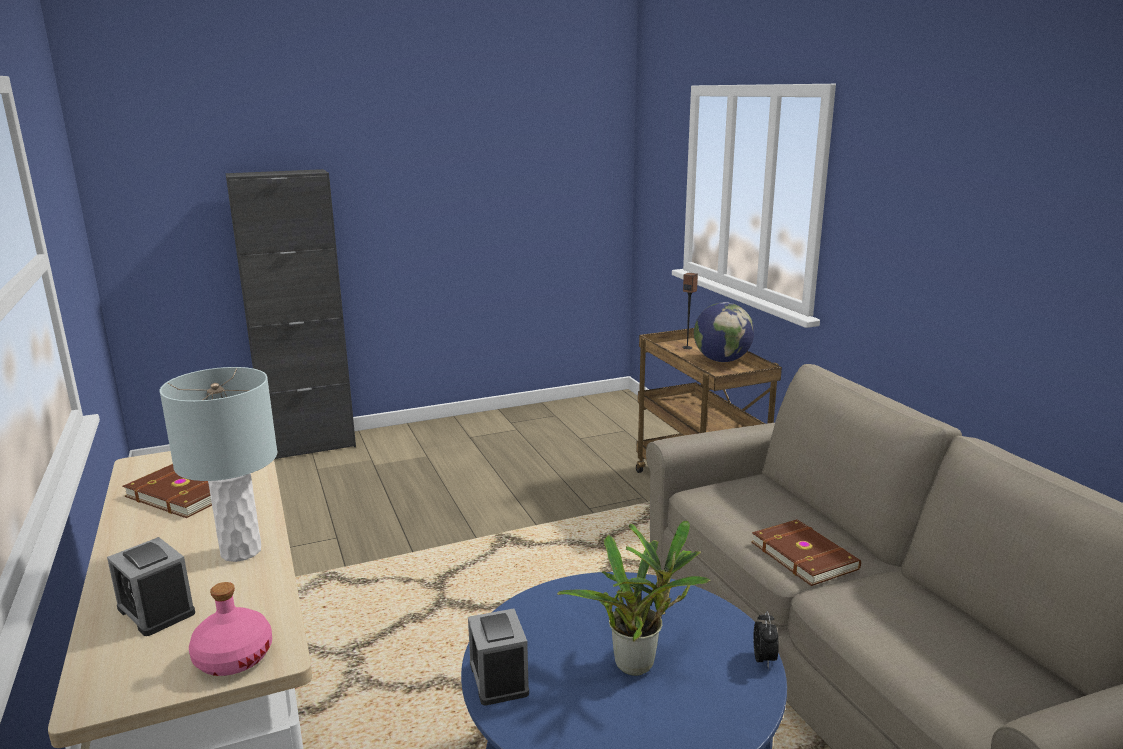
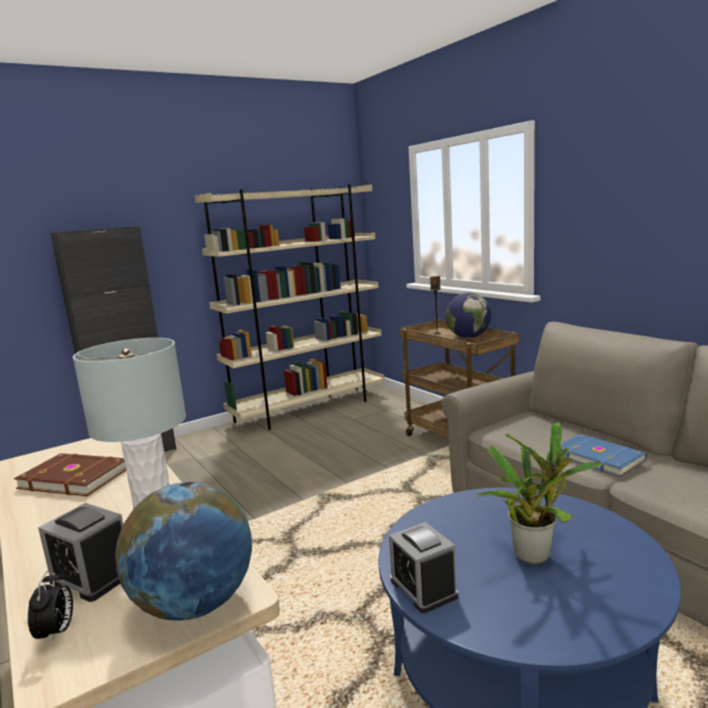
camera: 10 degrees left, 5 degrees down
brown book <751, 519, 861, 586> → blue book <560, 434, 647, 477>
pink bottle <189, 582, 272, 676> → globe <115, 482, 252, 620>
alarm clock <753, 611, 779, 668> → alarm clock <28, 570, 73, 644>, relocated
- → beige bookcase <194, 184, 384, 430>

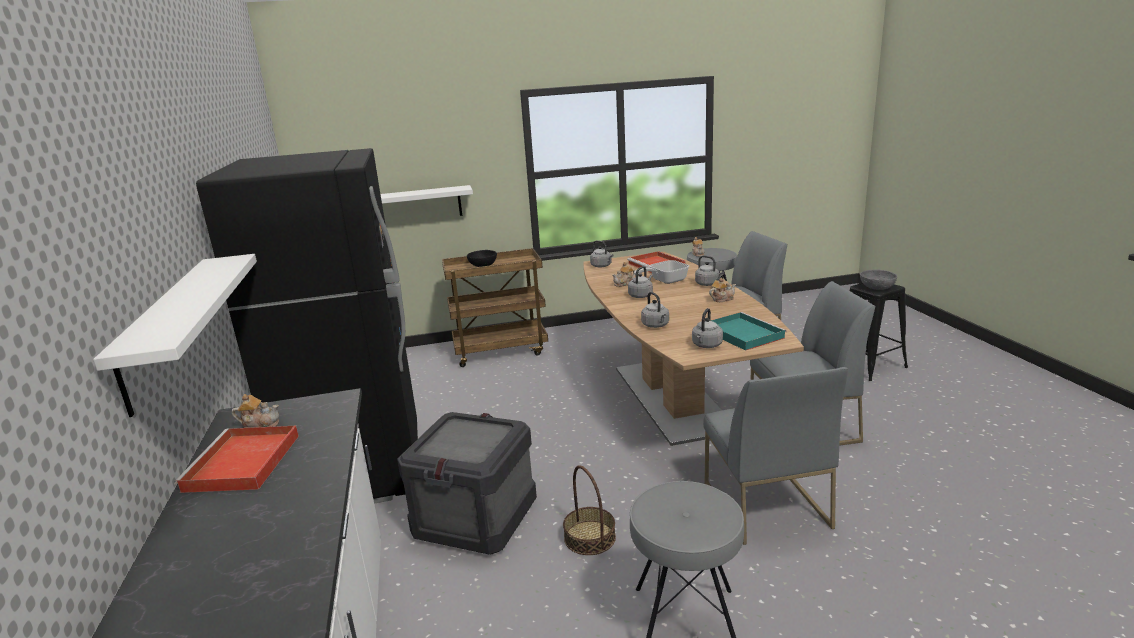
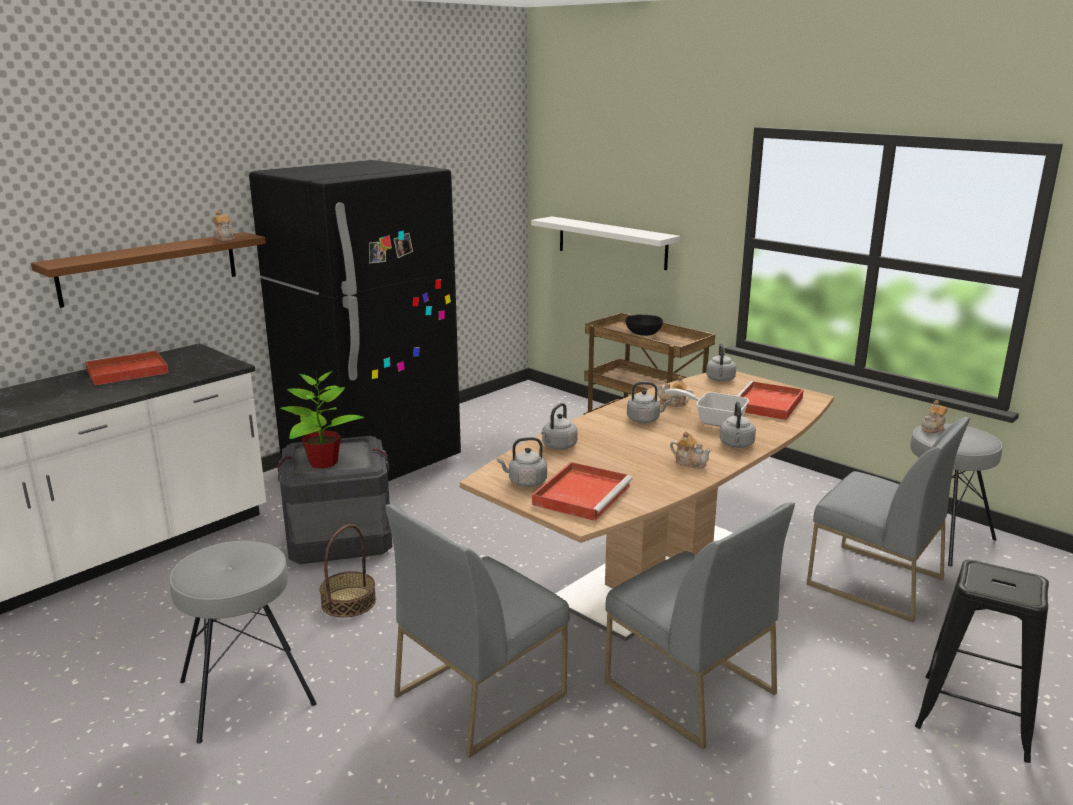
camera: 55 degrees right, 0 degrees up
white shelf <93, 254, 257, 417> → brown shelf <31, 232, 266, 308>
grey bowl <860, 270, 897, 290> → -
turquoise tray <711, 312, 787, 351> → red tray <532, 462, 633, 521>
teapot <232, 394, 279, 428> → teapot <213, 211, 235, 241>, relocated
- → potted plant <280, 370, 364, 469>

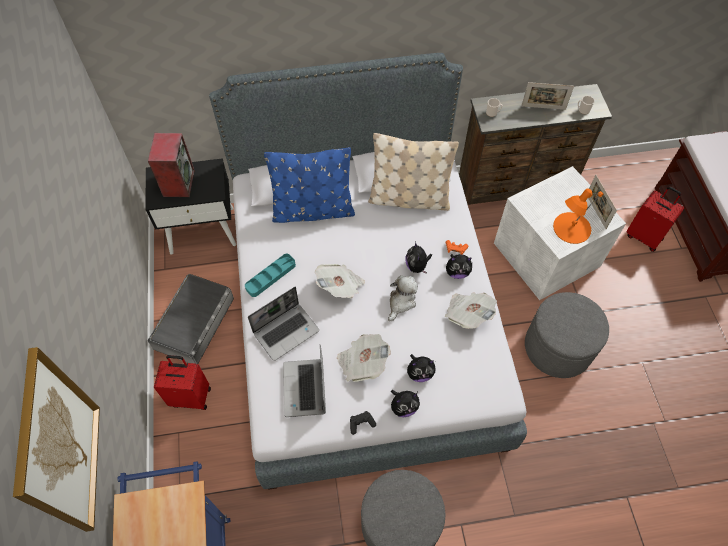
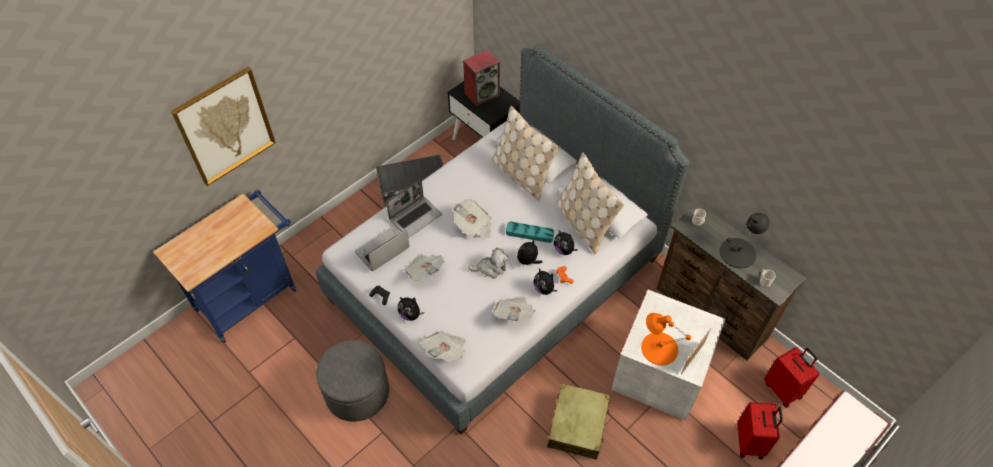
camera: 55 degrees right, 5 degrees down
picture frame <522, 82, 574, 110> → black table lamp <720, 213, 770, 268>
blue pillow <264, 147, 355, 223> → beige pillow <492, 106, 559, 200>
turquoise tray <245, 254, 296, 297> → turquoise tray <506, 222, 554, 243>, relocated
laptop <248, 287, 319, 361> → laptop <386, 179, 442, 238>, 60 degrees counterclockwise
grey ottoman <525, 292, 609, 378> → beige suitcase <547, 383, 610, 459>
plush toy <407, 354, 435, 382> → plush toy <554, 230, 578, 255>, relocated
red suitcase <154, 355, 211, 410> → red suitcase <764, 347, 819, 408>, relocated
- → newspaper <421, 331, 466, 362>

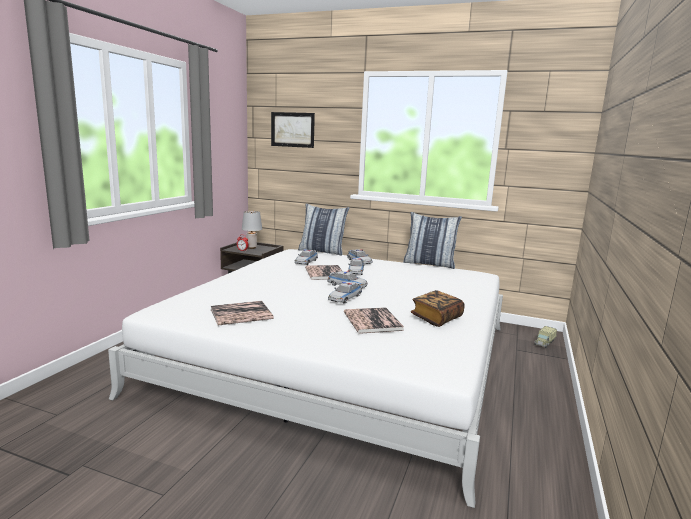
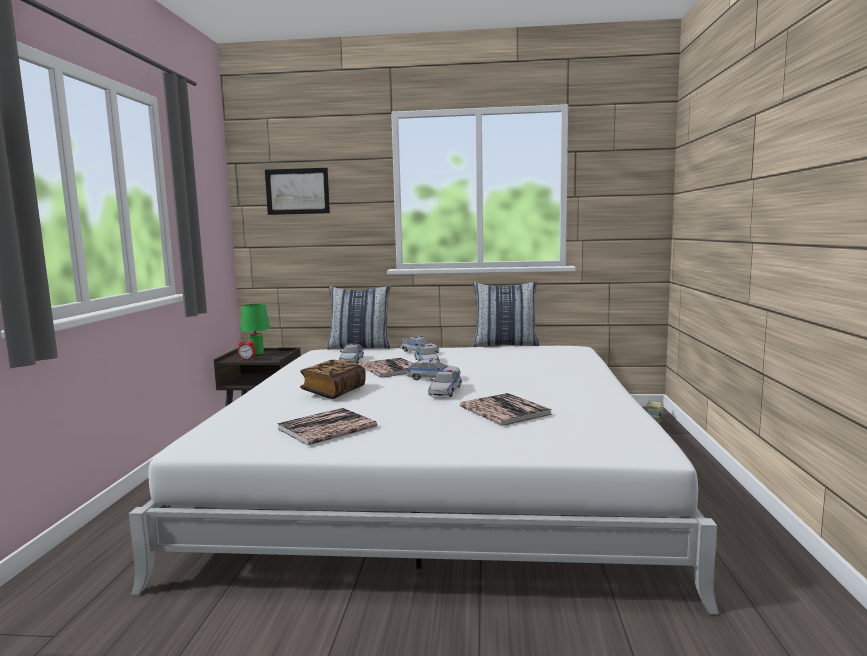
camera: 15 degrees left, 5 degrees down
grey table lamp <242, 211, 262, 249> → green table lamp <241, 304, 270, 356>
book <411, 290, 465, 327> → book <300, 360, 366, 399>, relocated

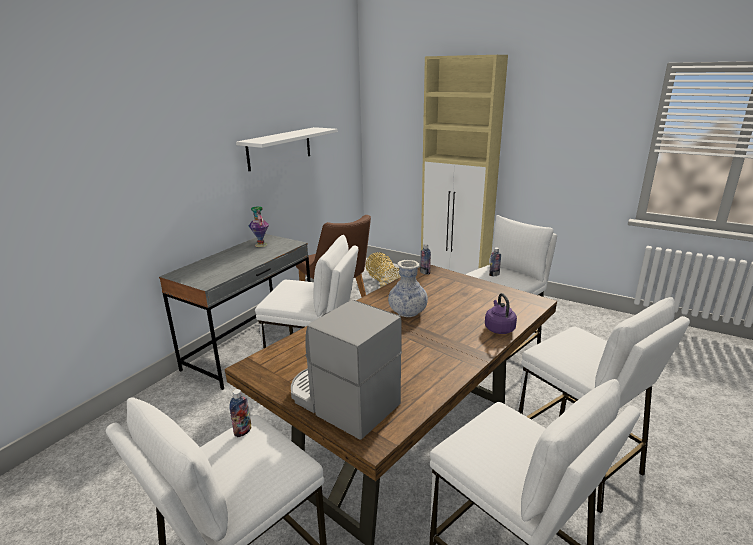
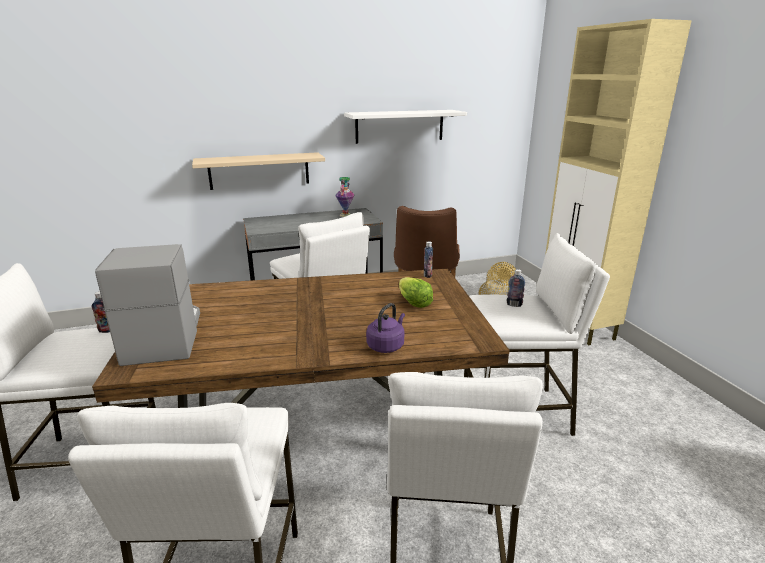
camera: 40 degrees right, 0 degrees up
vase <388, 260, 428, 317> → -
- → beige shelf <192, 152, 325, 190>
- → lettuce <399, 277, 433, 308>

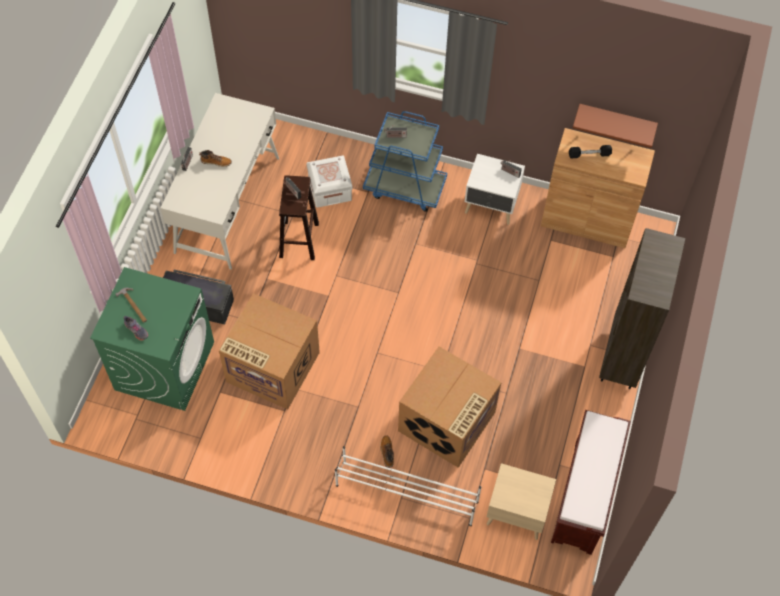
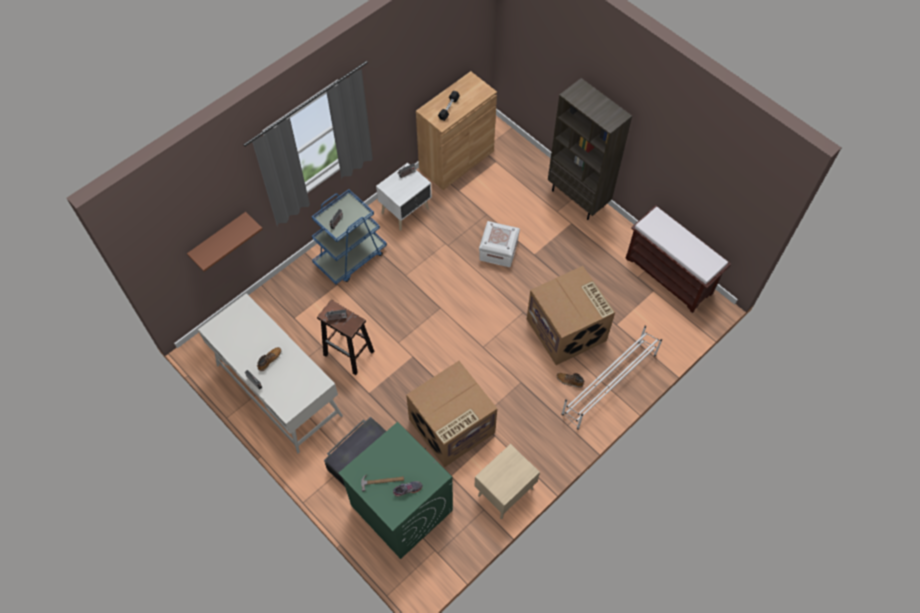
camera: 60 degrees left, 0 degrees up
brown shelf <573, 104, 658, 148> → brown shelf <187, 212, 263, 272>, relocated
white storage box <306, 156, 353, 208> → white storage box <479, 221, 520, 267>, relocated
beige nightstand <486, 463, 556, 540> → beige nightstand <475, 444, 540, 519>, relocated

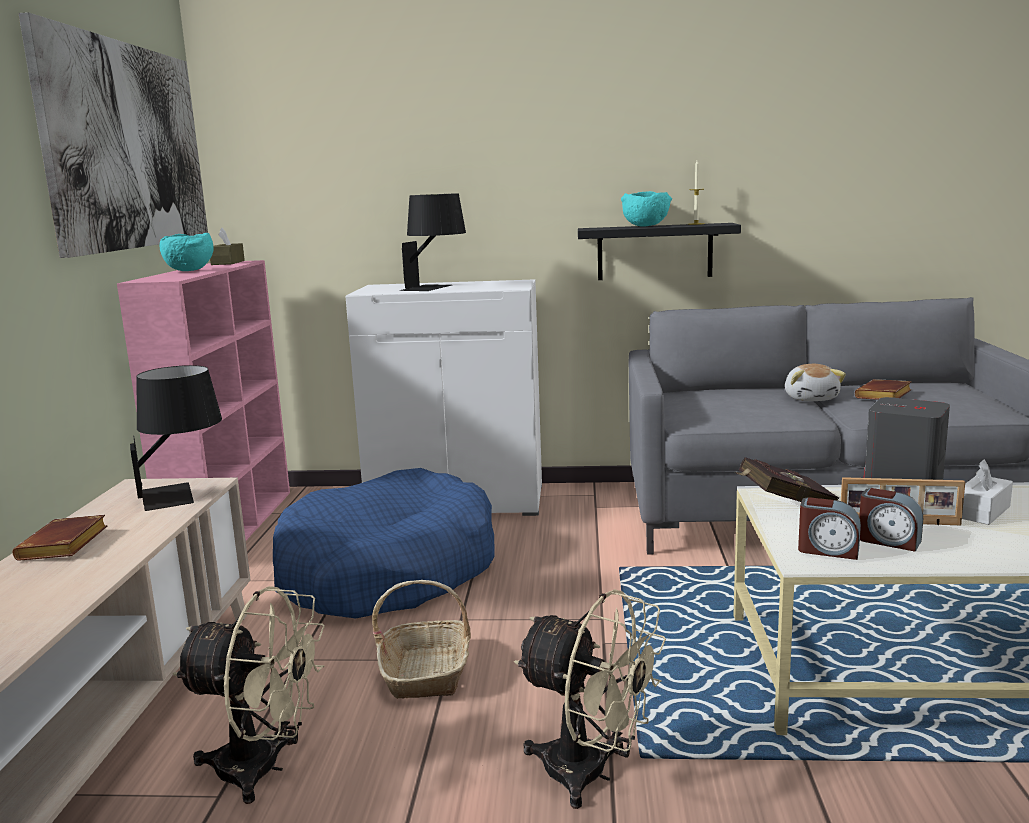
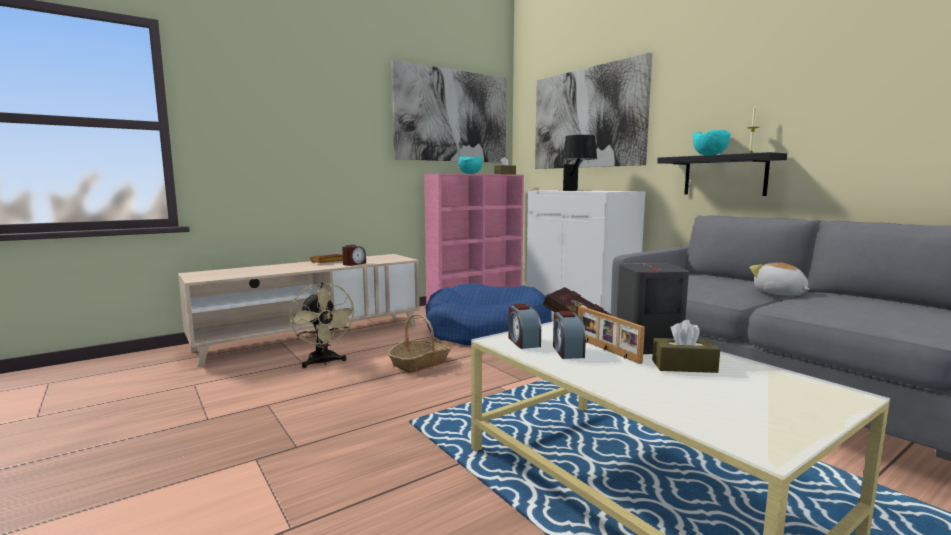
camera: 50 degrees right, 5 degrees down
plush toy <785, 364, 846, 401> → plush toy <750, 262, 810, 295>, 105 degrees clockwise
black table lamp <130, 365, 222, 511> → -
brown book <855, 379, 912, 400> → -
white tissue box <962, 459, 1013, 525> → brown tissue box <652, 320, 720, 373>
beige fan <514, 589, 666, 809> → -
- → picture <535, 53, 652, 169>
- → alarm clock <342, 245, 366, 266>

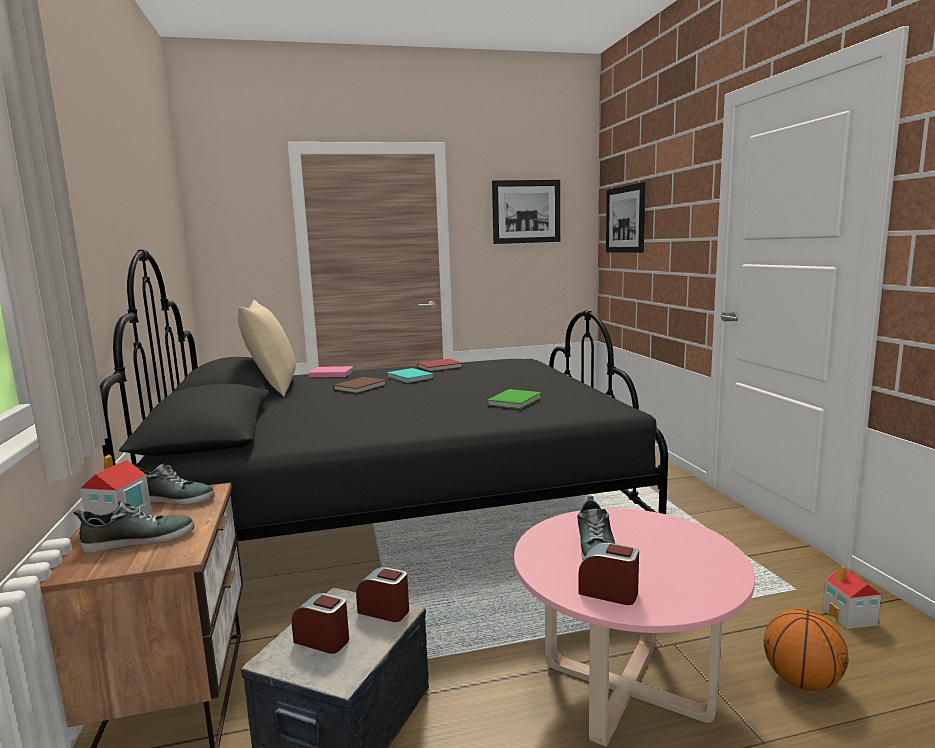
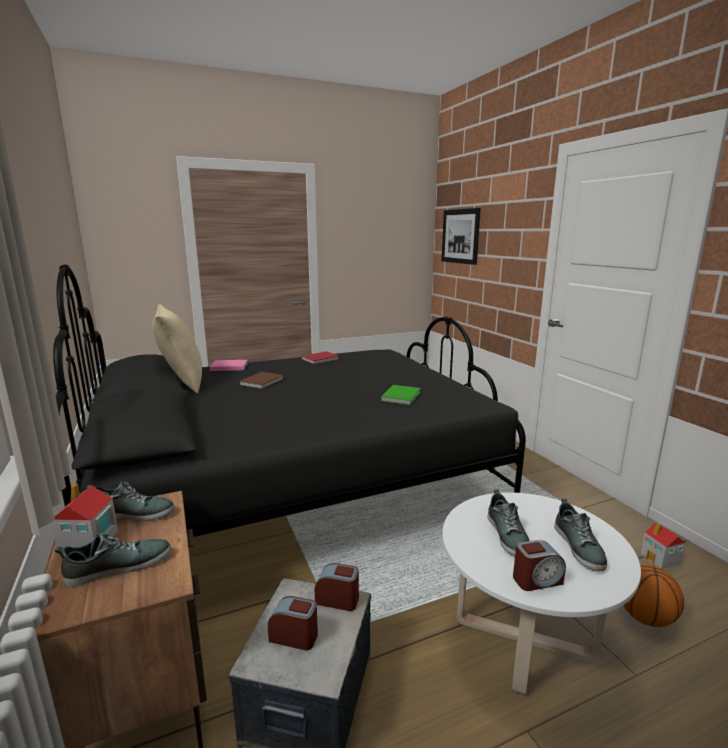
camera: 10 degrees left, 5 degrees up
picture <492, 180, 560, 244> → -
turquoise book <387, 368, 434, 383> → -
pink coffee table <514, 508, 755, 747> → white coffee table <442, 492, 641, 695>
alarm clock <578, 542, 639, 605> → alarm clock <513, 540, 566, 591>, 150 degrees clockwise
- → shoe <554, 498, 607, 571>

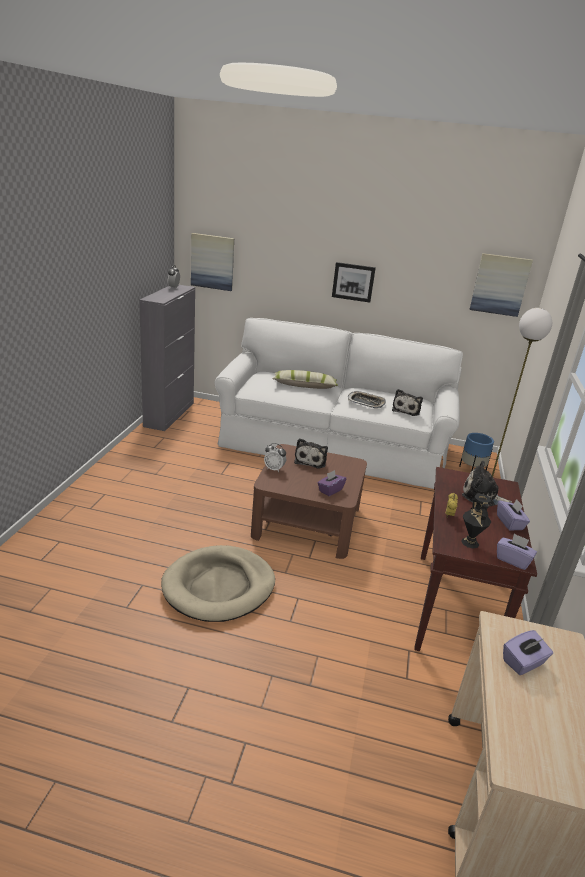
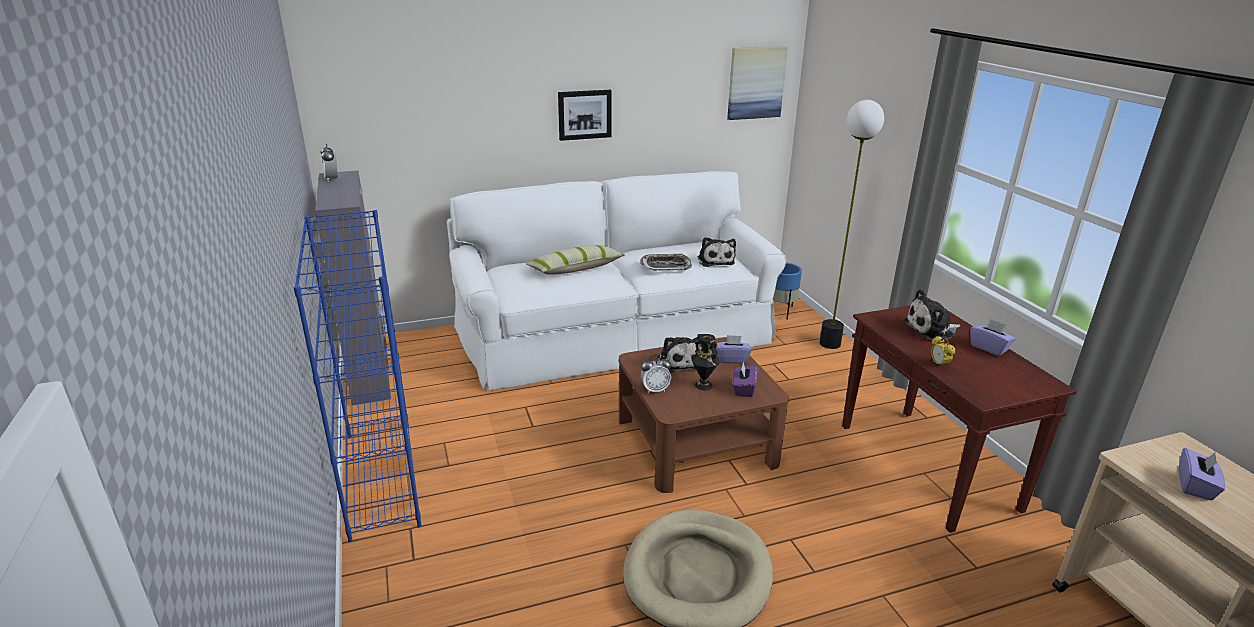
camera: 30 degrees left, 0 degrees up
picture <191, 233, 234, 291> → -
black vase <461, 493, 491, 549> → black vase <692, 334, 720, 391>, relocated
purple tissue box <497, 533, 537, 570> → purple tissue box <717, 335, 751, 364>, relocated
- → blue bookcase <294, 210, 422, 542>

